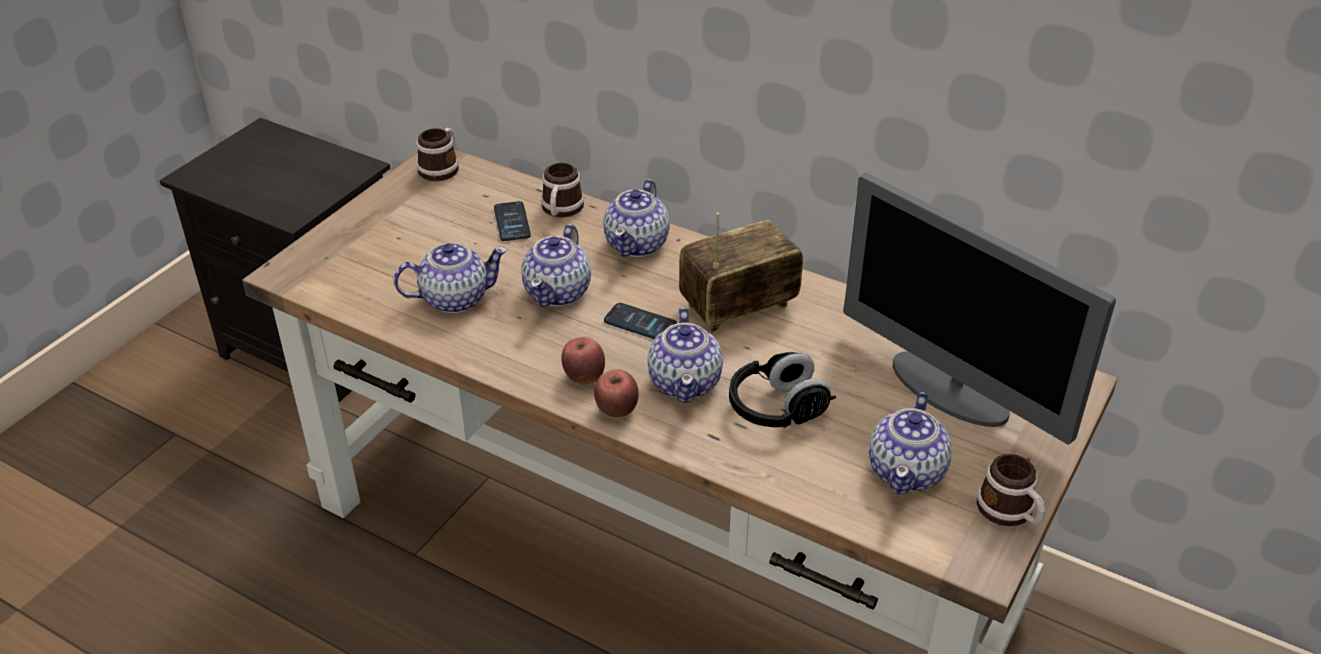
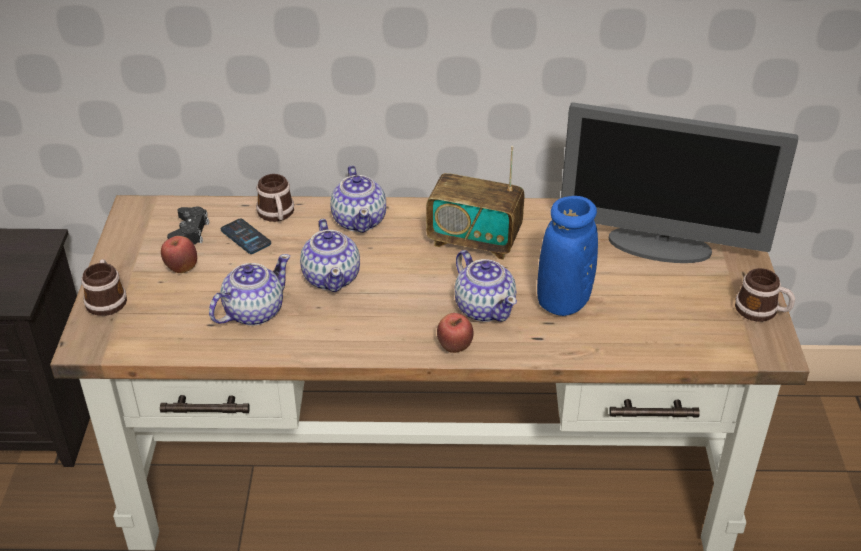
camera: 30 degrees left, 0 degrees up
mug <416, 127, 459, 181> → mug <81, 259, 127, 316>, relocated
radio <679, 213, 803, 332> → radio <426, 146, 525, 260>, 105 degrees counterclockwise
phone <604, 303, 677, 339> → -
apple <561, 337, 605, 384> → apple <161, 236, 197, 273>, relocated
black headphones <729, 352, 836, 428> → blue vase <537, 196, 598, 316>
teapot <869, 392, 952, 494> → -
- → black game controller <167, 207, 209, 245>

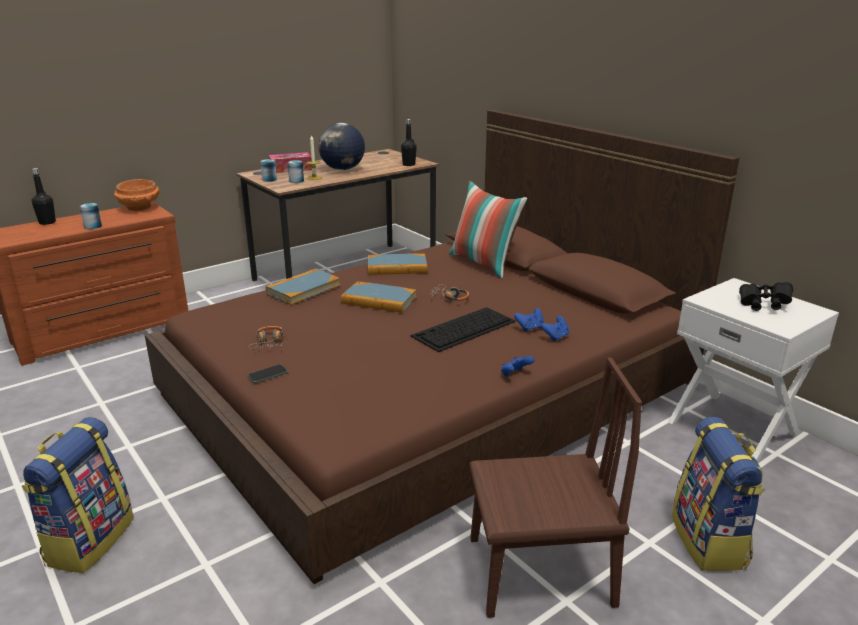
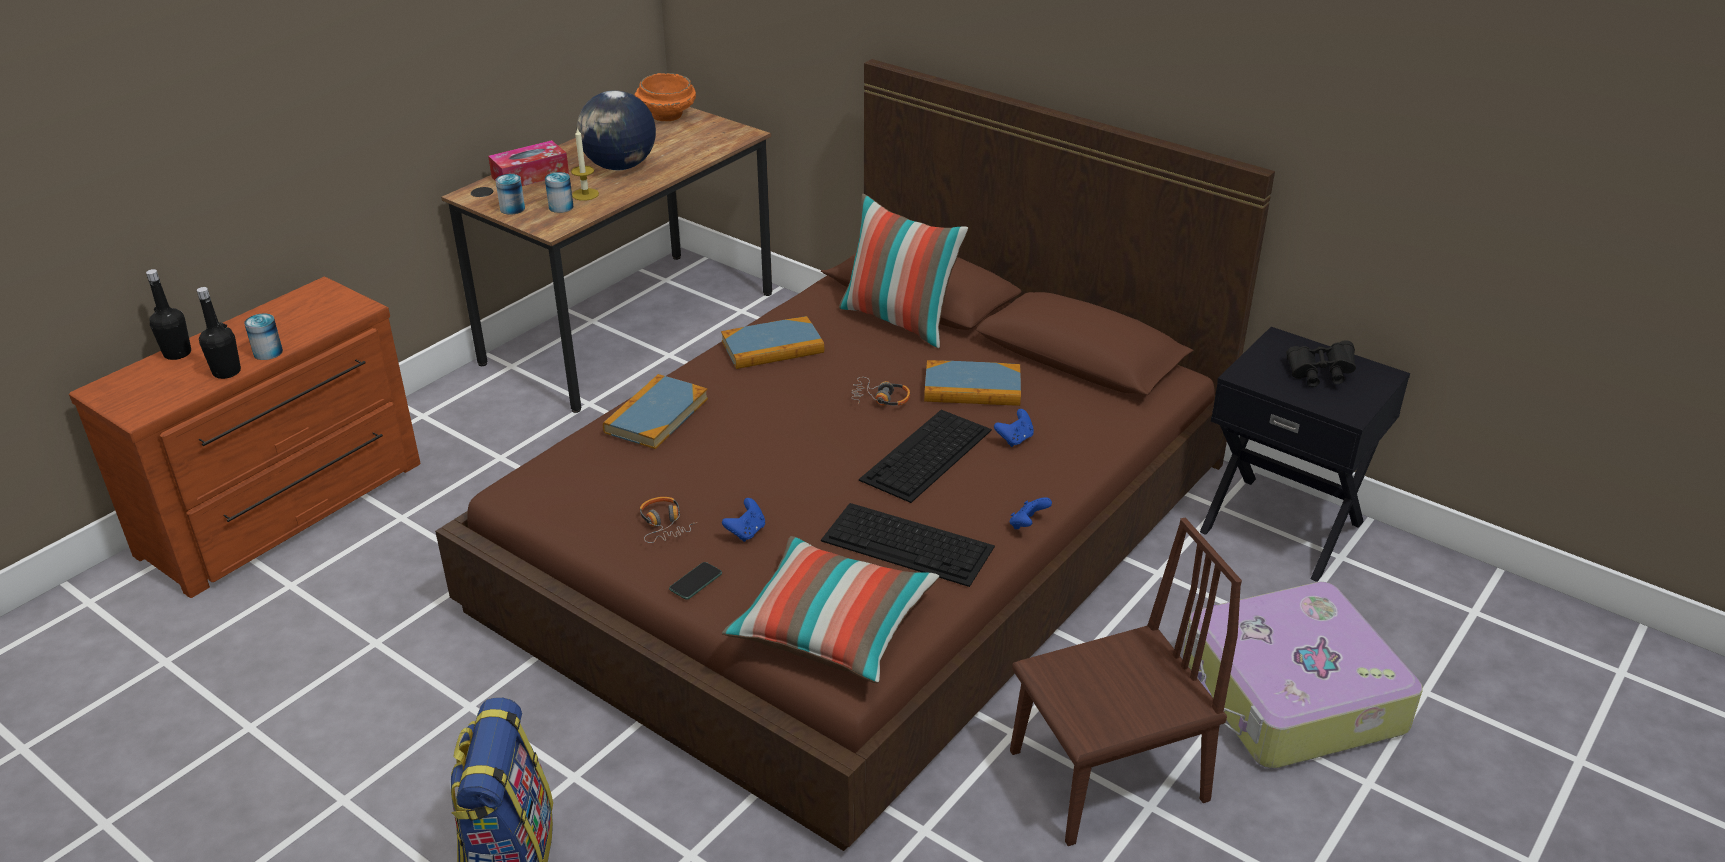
camera: 15 degrees left, 10 degrees up
black bottle <401, 119, 417, 166> → black bottle <197, 287, 241, 379>, relocated
orange bowl <114, 179, 160, 211> → orange bowl <634, 73, 696, 121>, relocated
white nightstand <668, 278, 839, 462> → black nightstand <1200, 327, 1410, 582>
book <341, 281, 417, 313> → book <924, 360, 1021, 406>, relocated
blue game controller <541, 316, 569, 342> → blue game controller <722, 498, 765, 542>, relocated
backpack <672, 417, 765, 571> → suitcase <1183, 582, 1423, 769>
- → keyboard <821, 503, 995, 587>
- → pillow <722, 536, 939, 683>

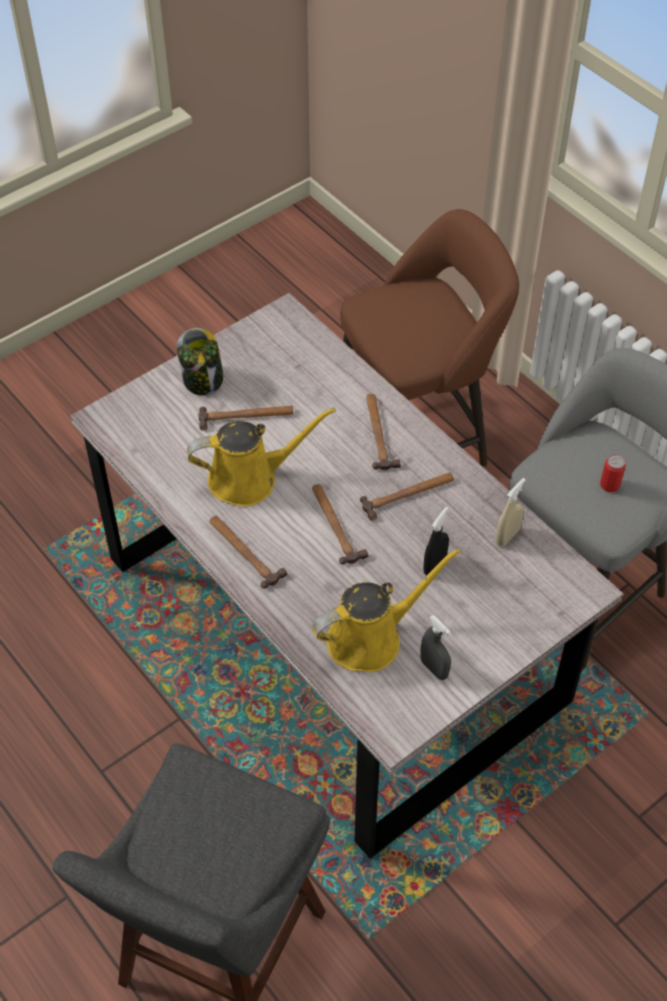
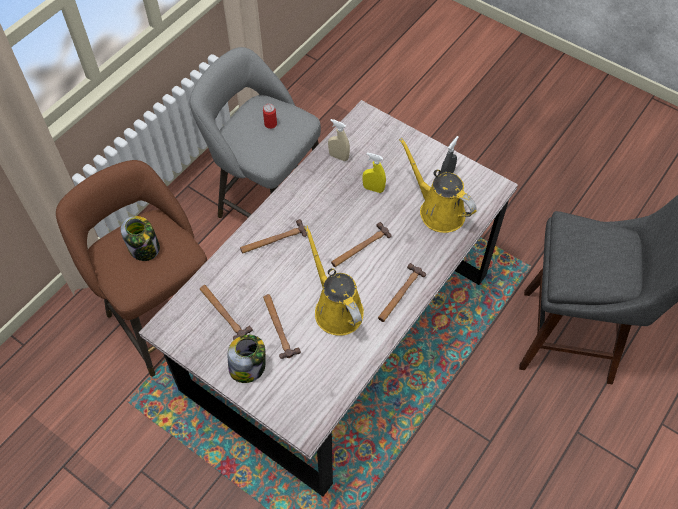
camera: 105 degrees left, 5 degrees up
hammer <360, 472, 454, 521> → hammer <200, 285, 253, 340>, relocated
black spray bottle <423, 507, 449, 575> → yellow spray bottle <362, 153, 386, 193>
- → jar <121, 216, 160, 261>

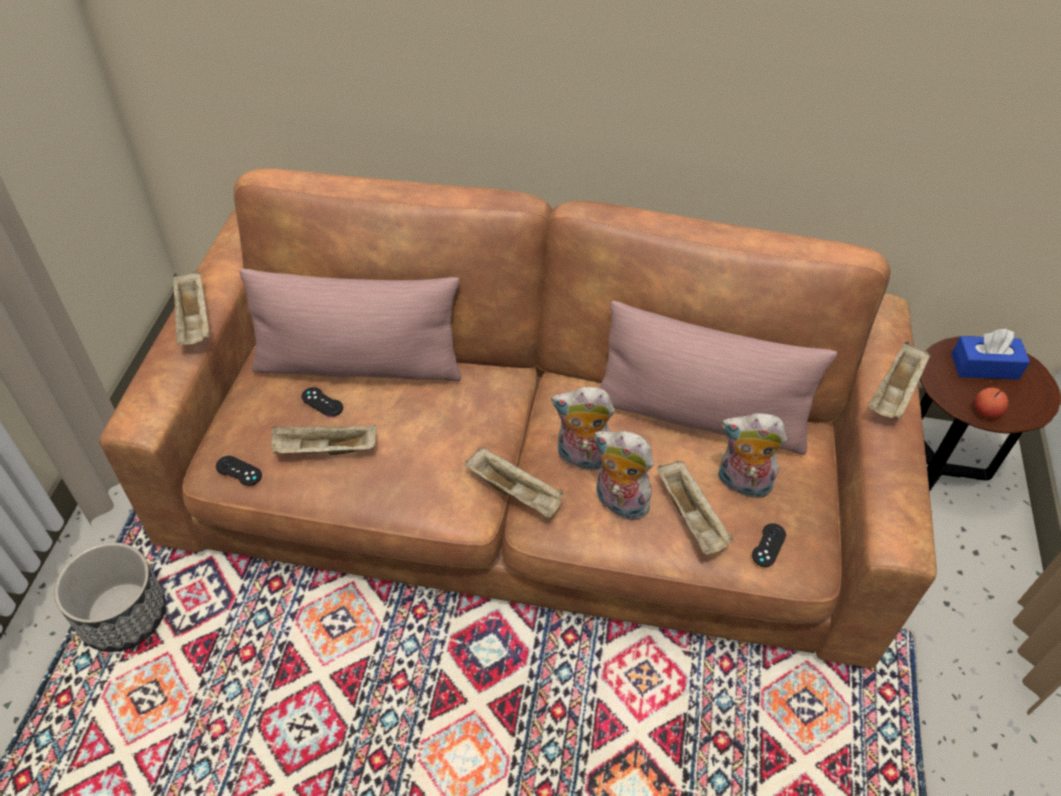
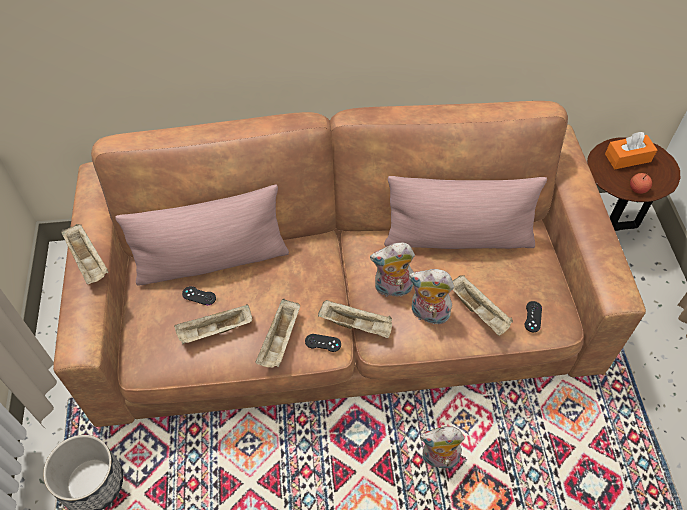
camera: 15 degrees left, 5 degrees up
blue tissue box <951, 329, 1030, 380> → orange tissue box <605, 132, 657, 169>
beige tray <868, 342, 931, 419> → beige tray <256, 299, 300, 367>, relocated
plush toy <718, 413, 787, 498> → plush toy <420, 426, 464, 468>, relocated
black game controller <216, 456, 262, 486> → black game controller <305, 334, 341, 352>, relocated

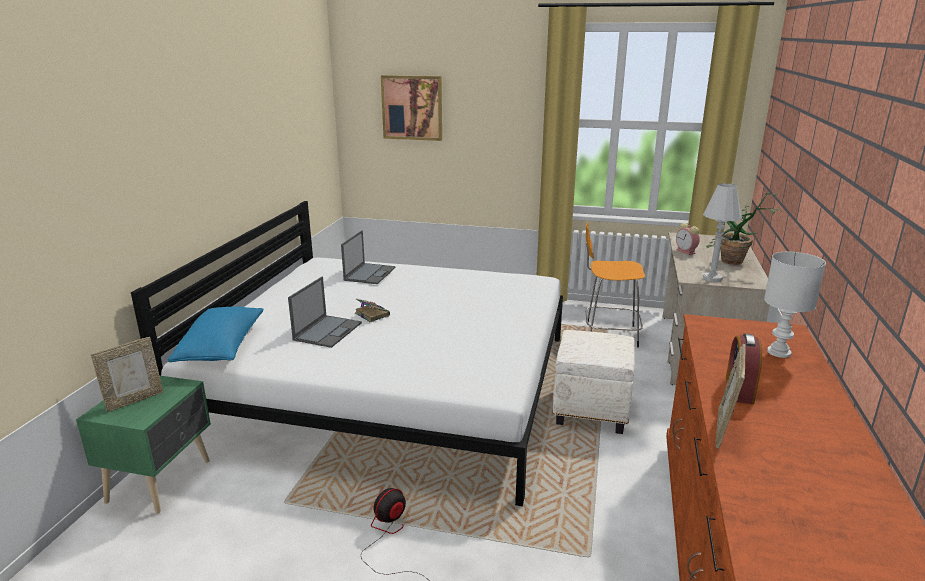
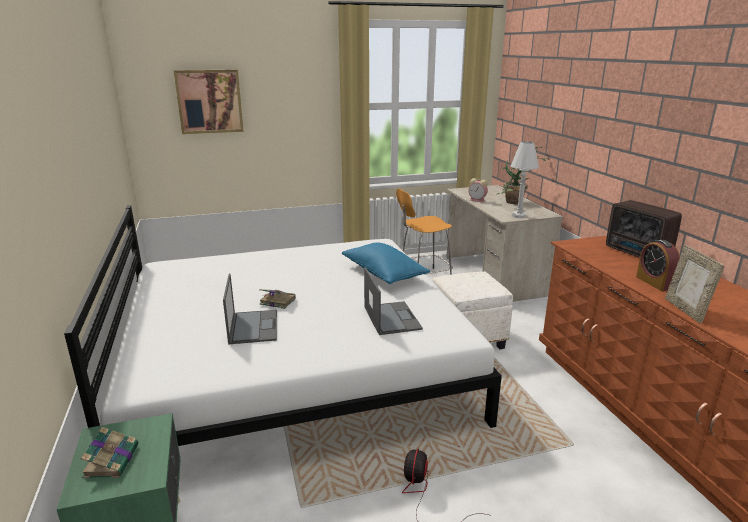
camera: 30 degrees left, 0 degrees up
laptop <341, 230, 396, 284> → laptop <364, 267, 423, 335>, relocated
white table lamp <764, 252, 826, 358> → radio <606, 200, 682, 258>
blue pillow <168, 306, 264, 362> → blue pillow <342, 243, 430, 284>, relocated
picture frame <91, 337, 163, 412> → book <81, 427, 138, 478>

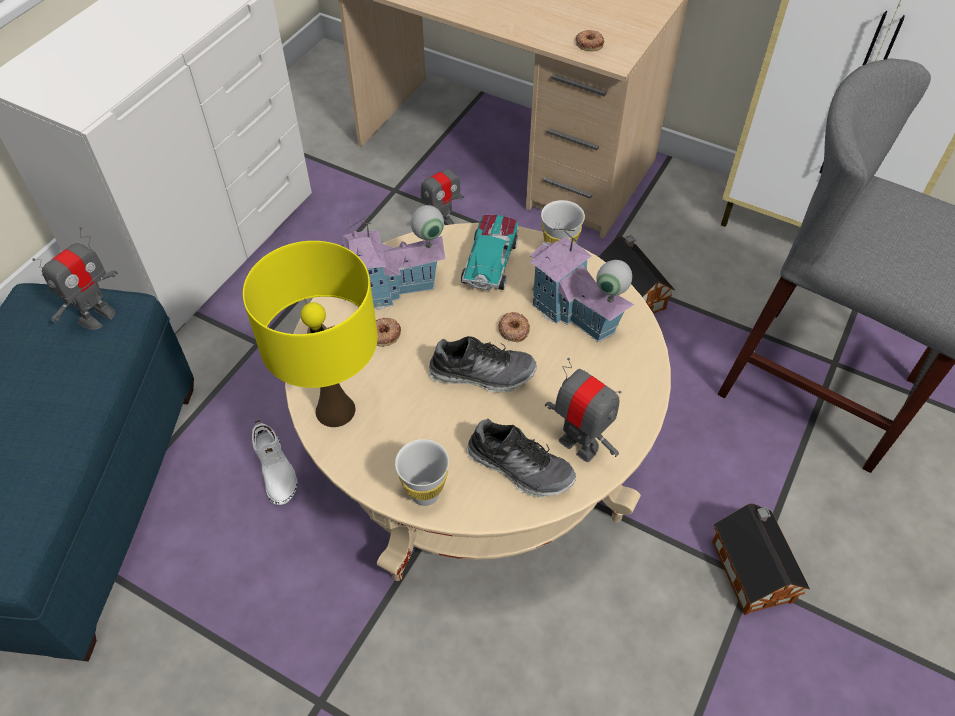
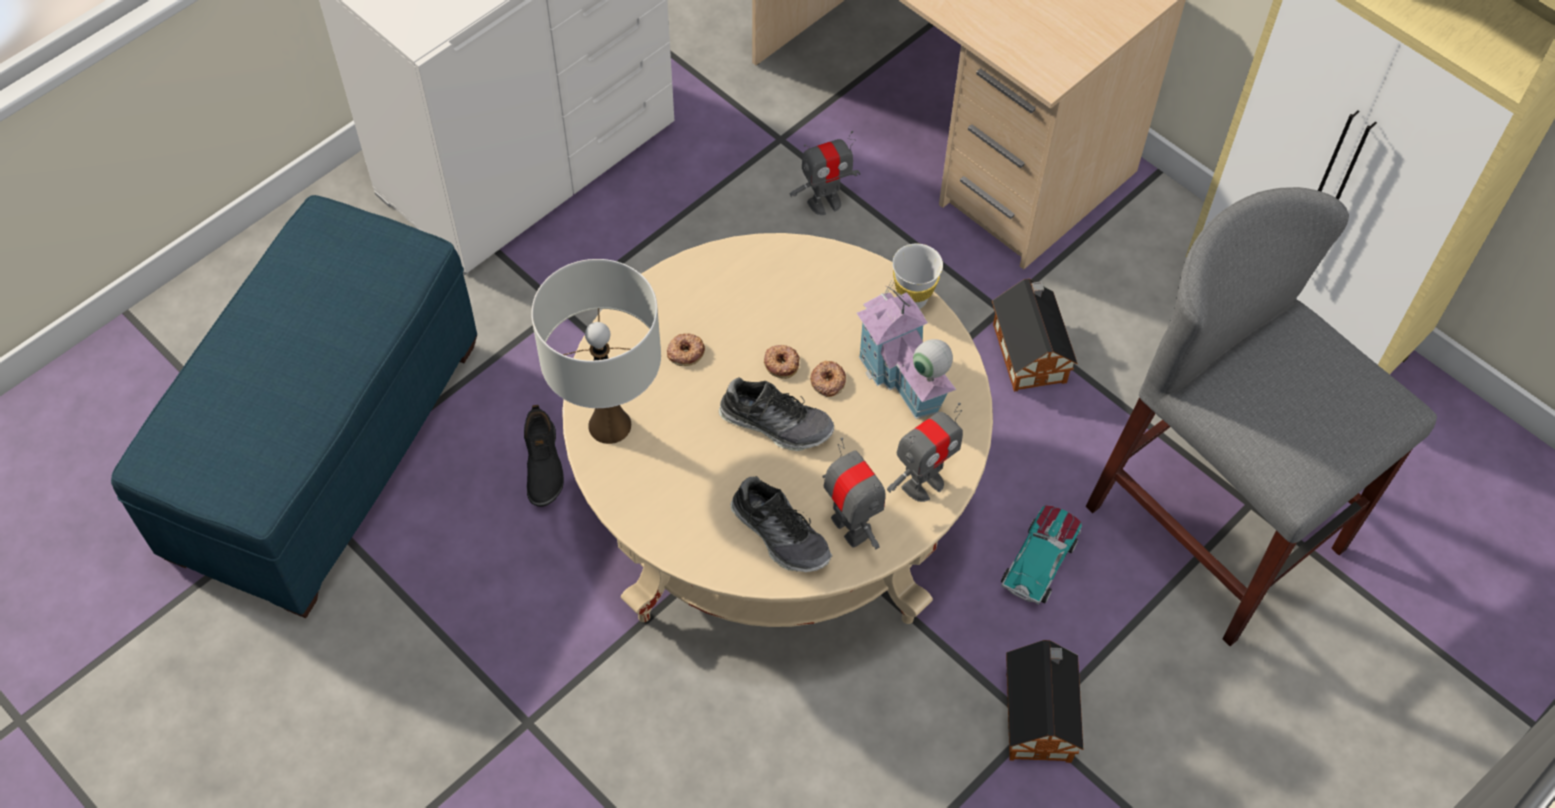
camera: 15 degrees right, 5 degrees up
donut <576, 30, 604, 51> → donut <764, 345, 800, 379>, relocated
toy house <343, 205, 445, 310> → -
toy car <461, 215, 519, 290> → toy car <1001, 505, 1082, 605>, relocated
toy robot <32, 227, 118, 330> → toy robot <887, 402, 963, 502>, relocated
yellow table lamp <243, 241, 378, 427> → white table lamp <531, 259, 661, 444>
white shoe <252, 420, 298, 505> → black shoe <524, 405, 564, 507>
white cup <395, 439, 449, 506> → -

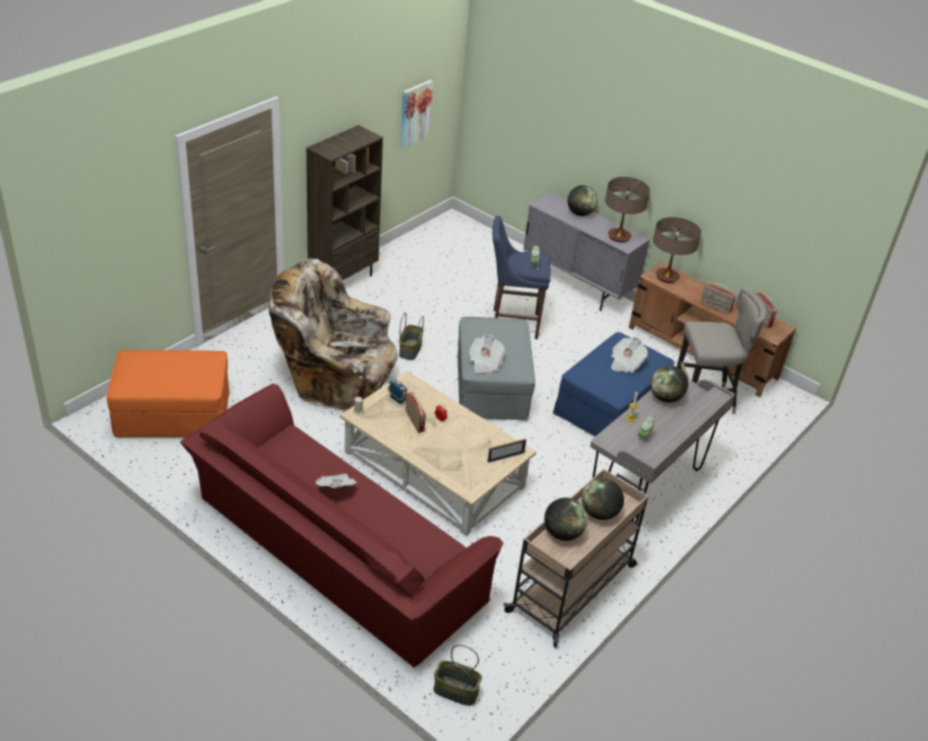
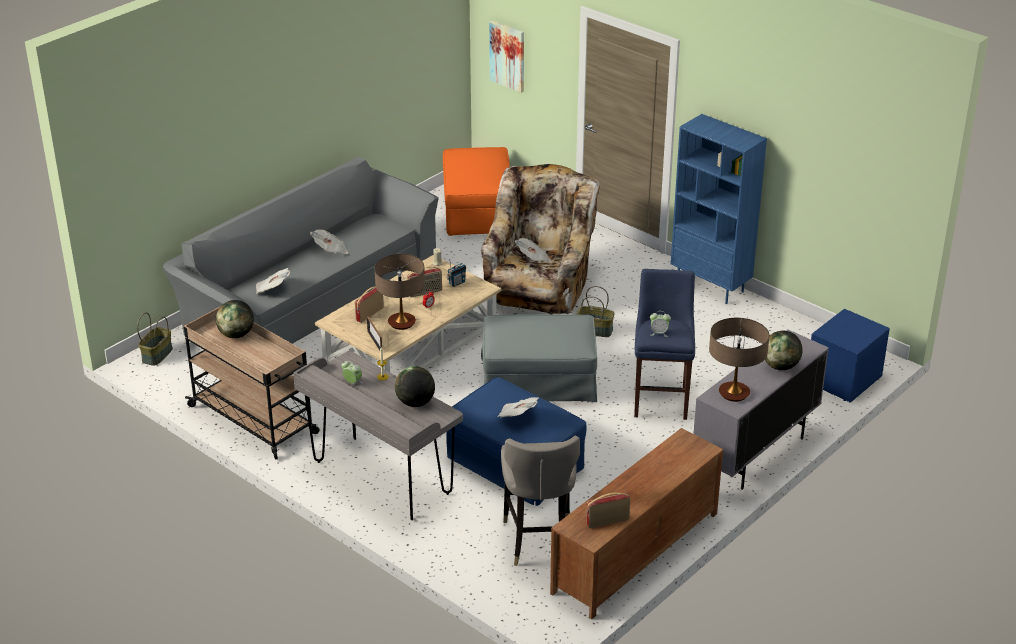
camera: 95 degrees right, 5 degrees down
picture <400, 80, 433, 149> → picture <489, 20, 524, 93>, relocated
brown bookcase <306, 125, 383, 280> → blue bookcase <671, 114, 767, 304>
table lamp <653, 217, 701, 283> → table lamp <375, 254, 425, 330>, relocated
radio <701, 283, 736, 314> → radio <355, 286, 384, 323>, relocated
newspaper <469, 335, 505, 373> → newspaper <256, 268, 290, 294>, relocated
red sofa <180, 384, 503, 667> → grey sofa <163, 156, 439, 344>
globe <582, 478, 624, 520> → -
- → blue nightstand <811, 309, 890, 403>

